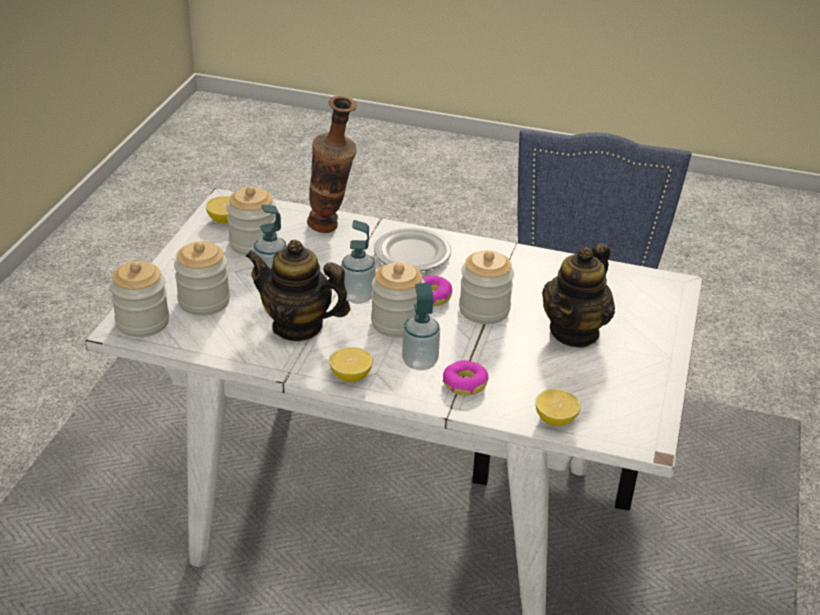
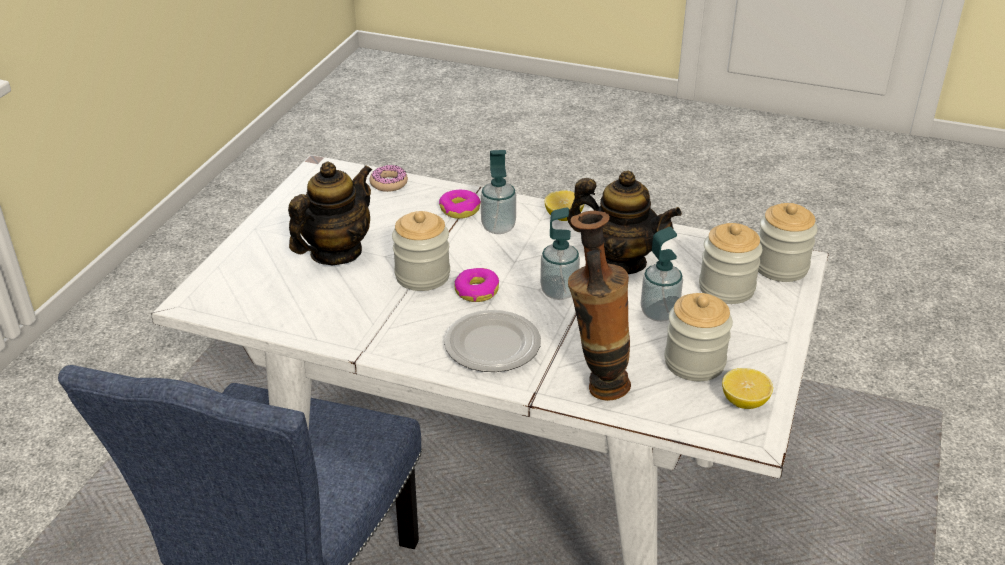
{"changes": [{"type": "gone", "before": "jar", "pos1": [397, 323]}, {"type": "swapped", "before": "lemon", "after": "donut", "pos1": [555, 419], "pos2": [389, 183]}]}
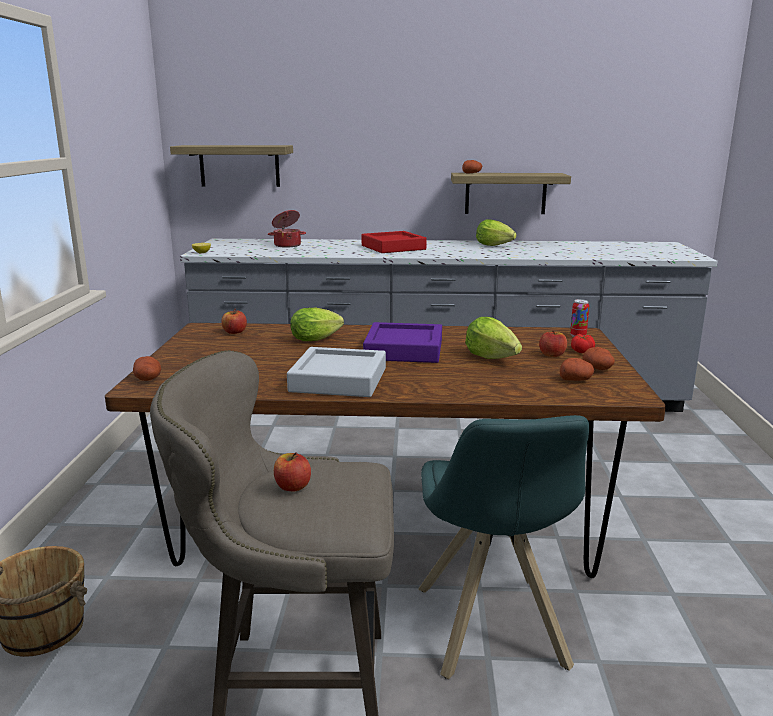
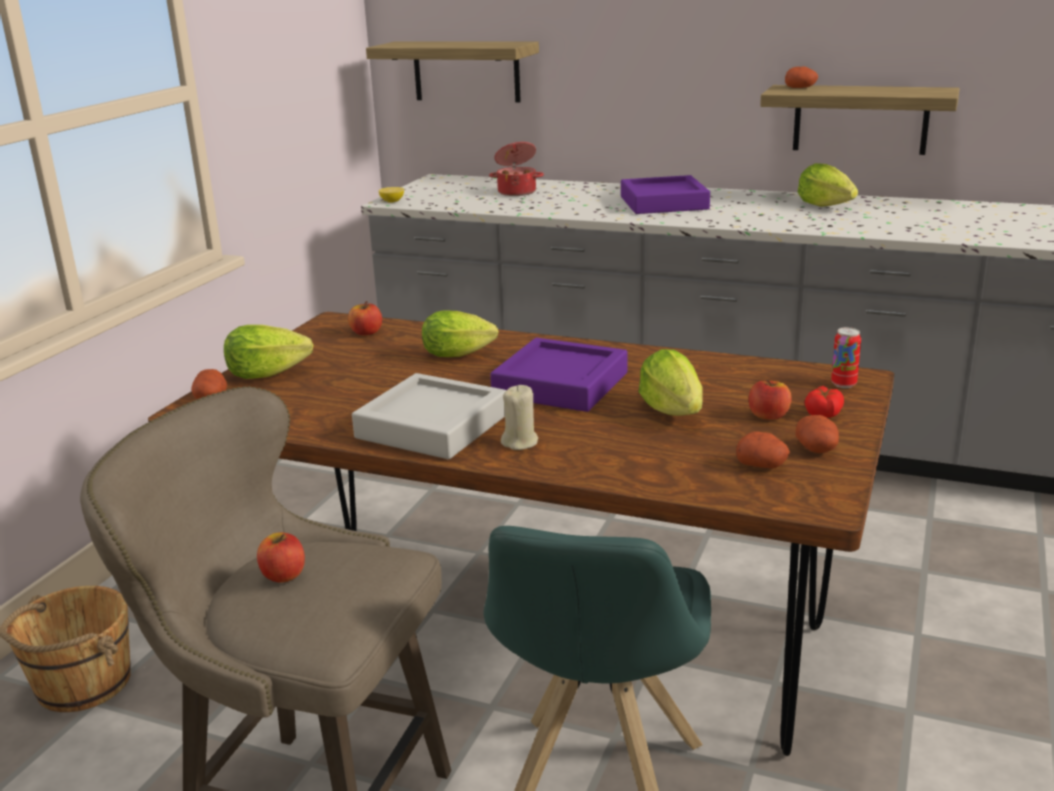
{"changes": [{"type": "repainted", "before": "tray in red", "after": "tray in purple", "pos1": [393, 247], "pos2": [664, 203]}, {"type": "new", "after": "lettuce", "pos2": [266, 374]}, {"type": "new", "after": "candle in beige", "pos2": [520, 442]}]}
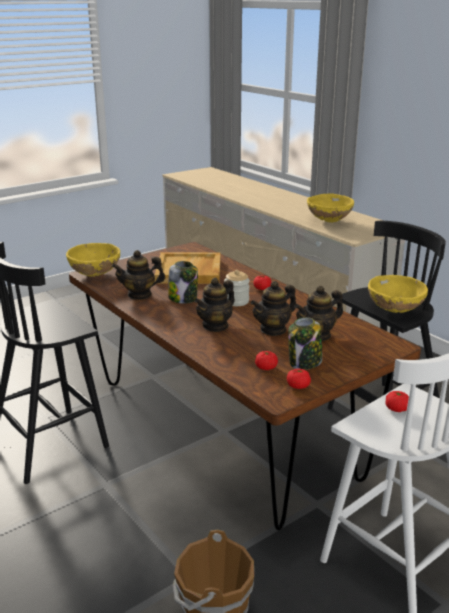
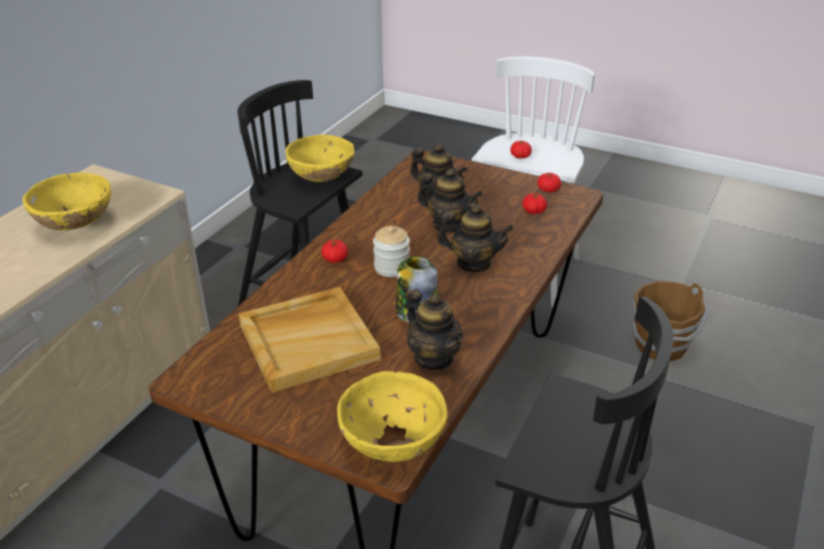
{"changes": [{"type": "gone", "before": "jar", "pos1": [304, 363]}]}
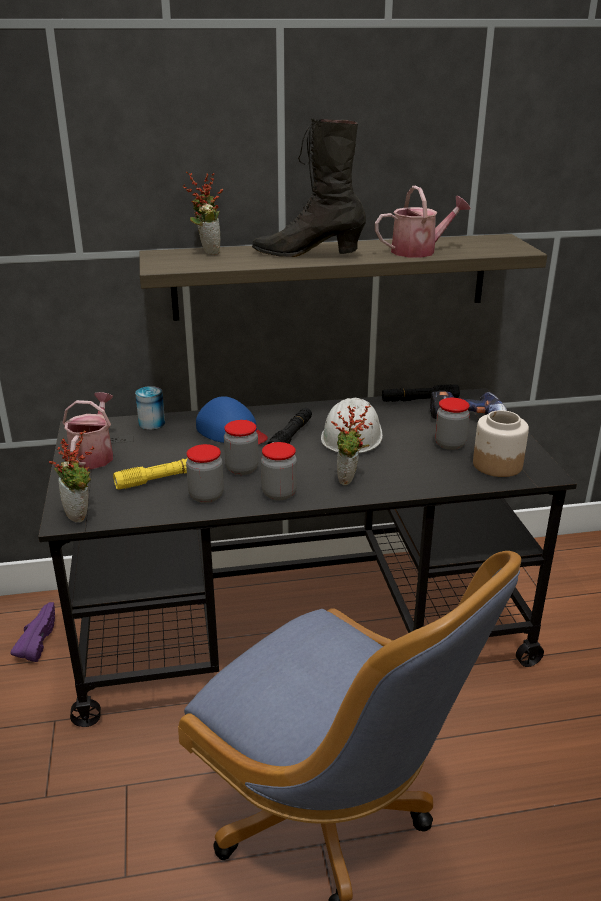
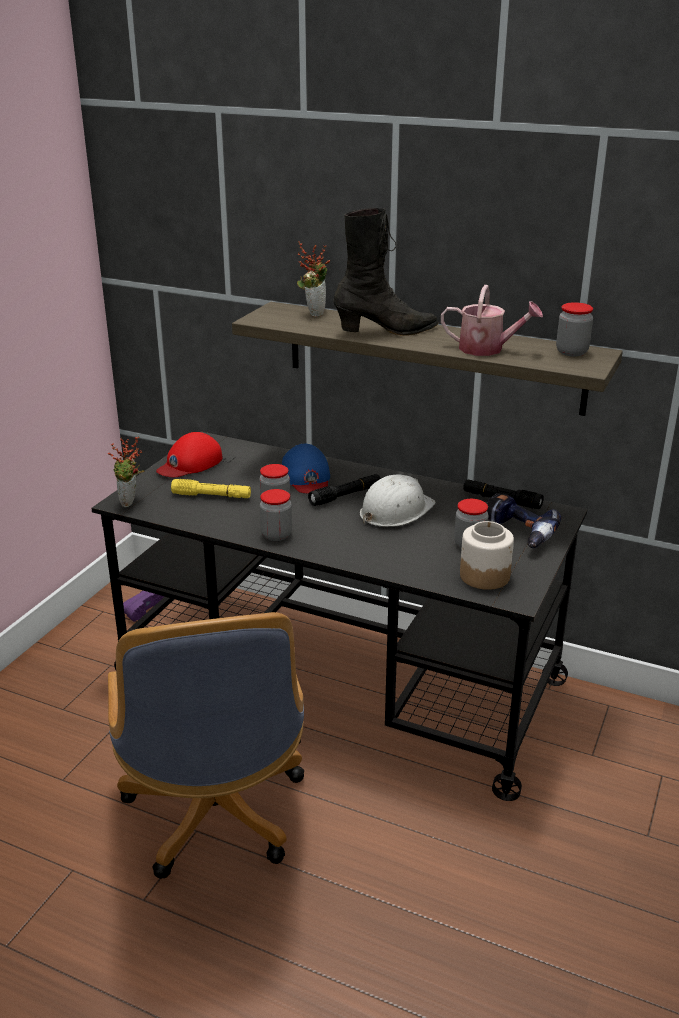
{"changes": [{"type": "swapped", "before": "watering can", "after": "cap in red", "pos1": [94, 455], "pos2": [190, 463]}, {"type": "gone", "before": "can", "pos1": [152, 423]}, {"type": "shifted", "before": "jar", "pos1": [206, 496], "pos2": [571, 352]}, {"type": "rotated", "before": "boot in black", "pos1": [307, 254], "pos2": [386, 332], "turn": 120}, {"type": "gone", "before": "potted plant", "pos1": [349, 480]}]}
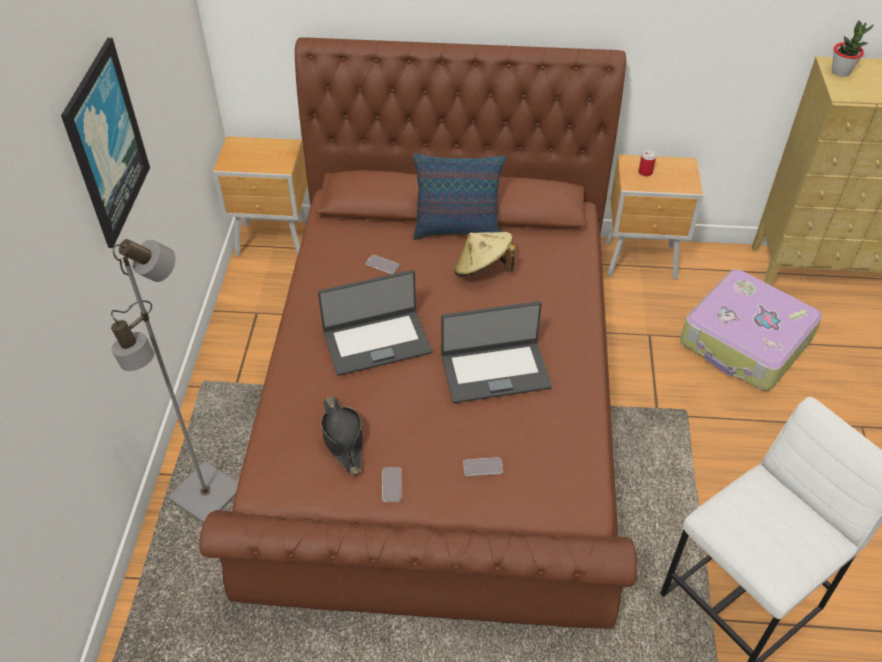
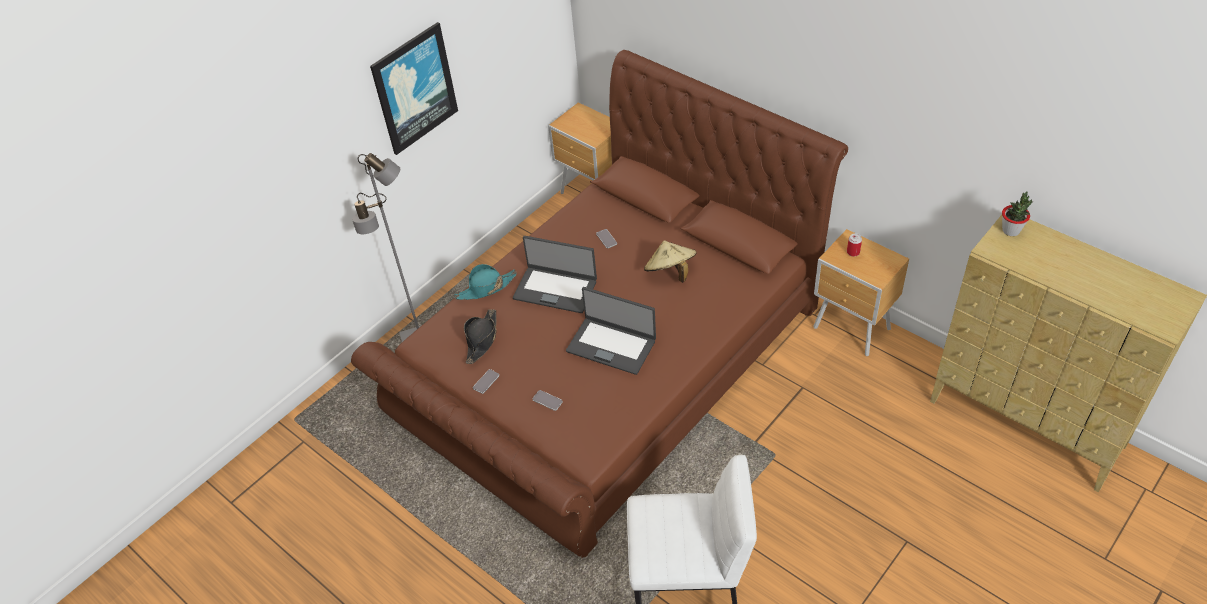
{"changes": [{"type": "gone", "before": "pillow in blue", "pos1": [457, 231]}, {"type": "gone", "before": "suitcase", "pos1": [745, 342]}, {"type": "new", "after": "hat in turquoise", "pos2": [486, 288]}]}
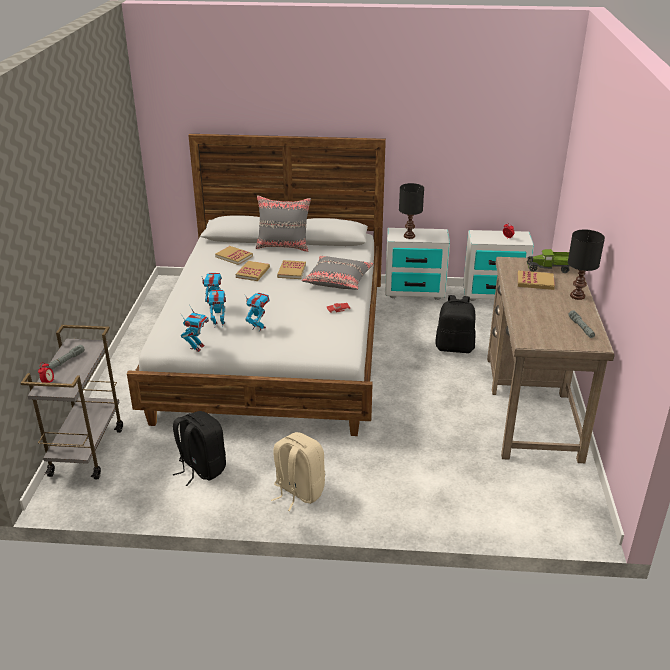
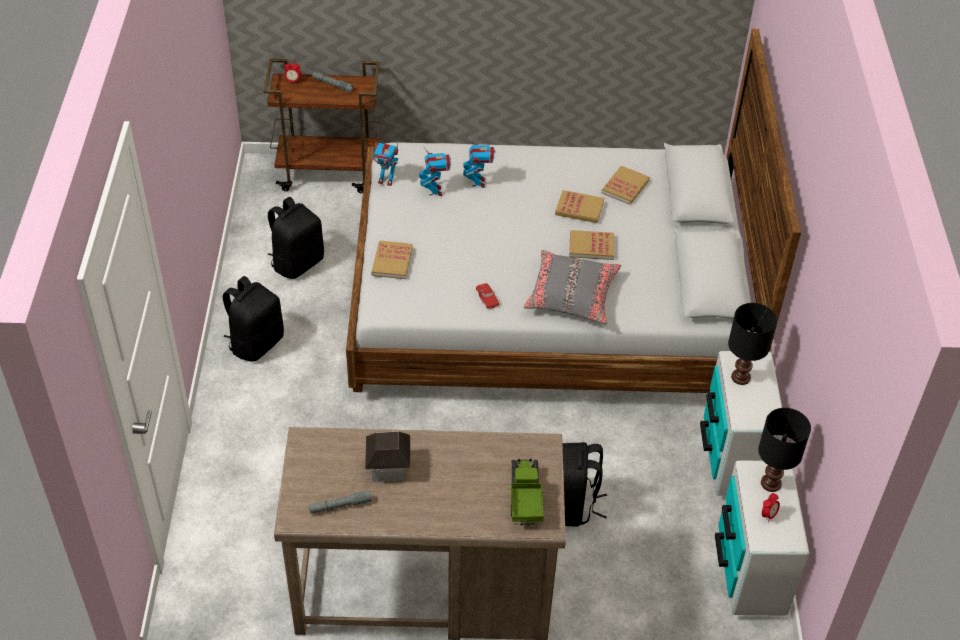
{"changes": [{"type": "repainted", "before": "cart in grey", "after": "cart in brown", "pos1": [88, 450], "pos2": [330, 175]}, {"type": "gone", "before": "toy robot", "pos1": [258, 328]}, {"type": "gone", "before": "pillow in grey", "pos1": [283, 246]}, {"type": "repainted", "before": "backpack in beige", "after": "backpack in black", "pos1": [298, 492], "pos2": [256, 343]}, {"type": "shifted", "before": "book", "pos1": [535, 282], "pos2": [392, 261]}, {"type": "shifted", "before": "table lamp in black", "pos1": [578, 296], "pos2": [770, 484]}, {"type": "new", "after": "toy house", "pos2": [388, 467]}]}
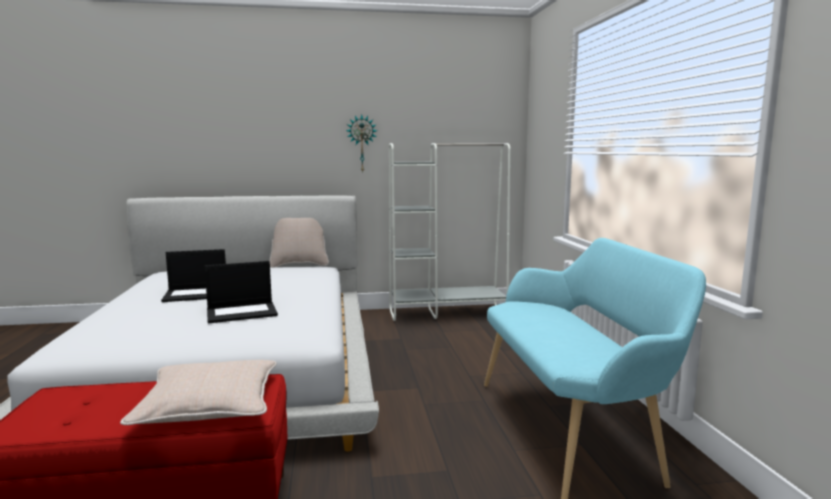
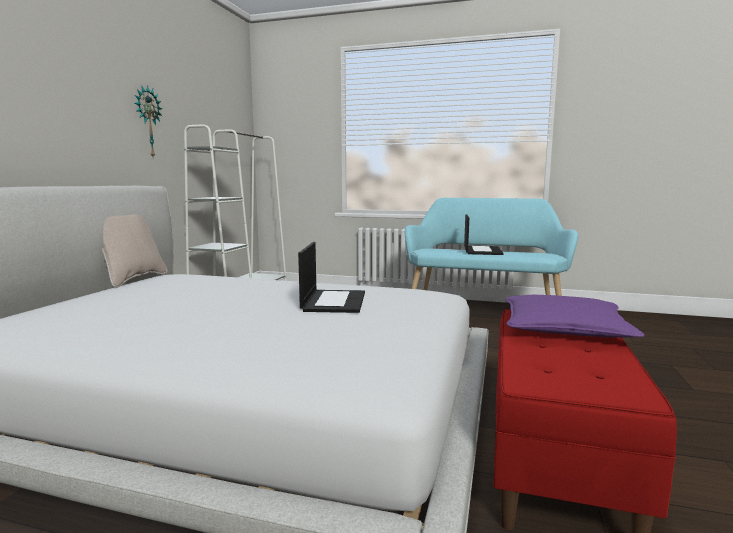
{"changes": [{"type": "repainted", "before": "pillow in beige", "after": "pillow in purple", "pos1": [209, 403], "pos2": [564, 327]}, {"type": "shifted", "before": "laptop", "pos1": [197, 294], "pos2": [481, 250]}]}
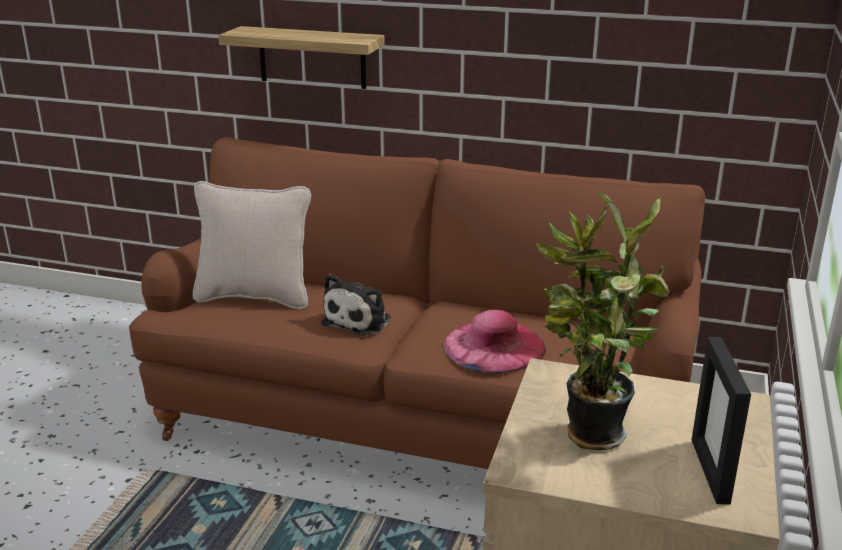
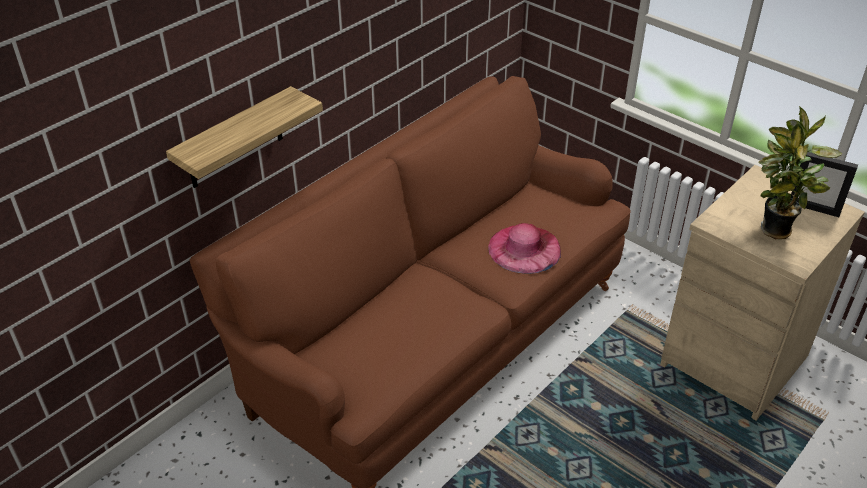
{"changes": [{"type": "gone", "before": "pillow in beige", "pos1": [255, 296]}, {"type": "gone", "before": "plush toy", "pos1": [359, 320]}]}
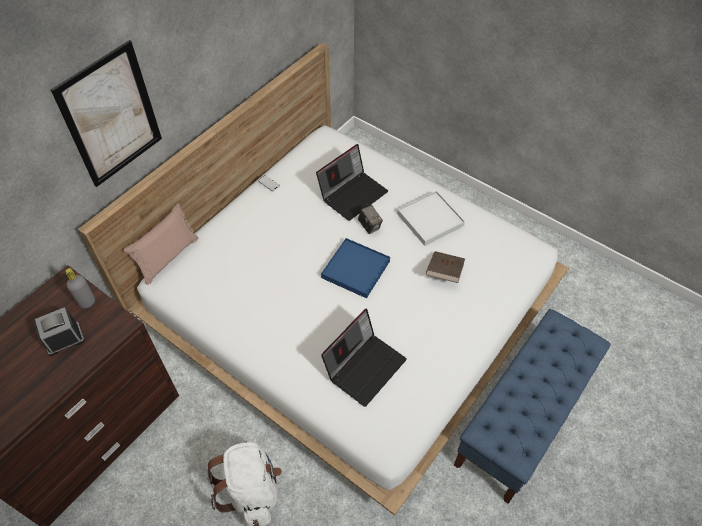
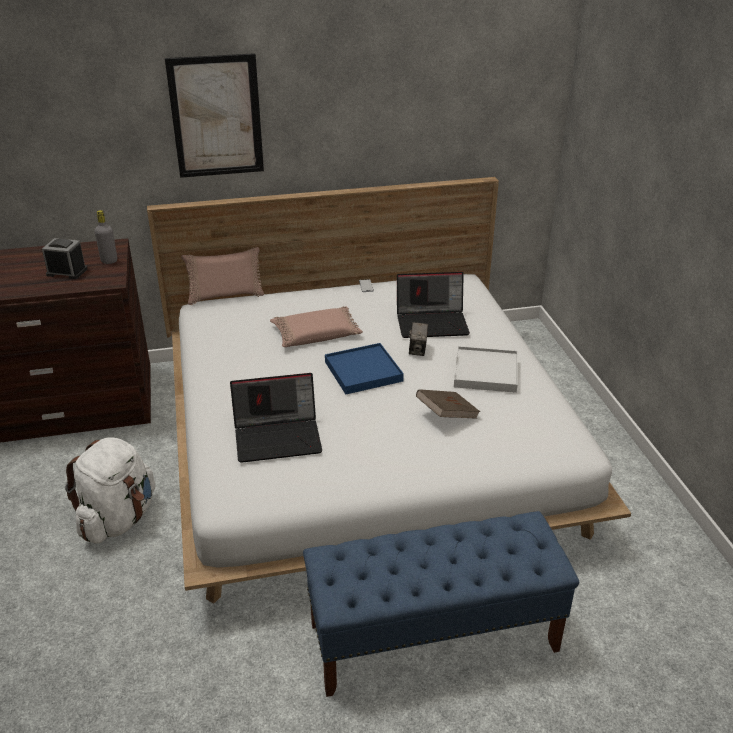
{"changes": [{"type": "new", "after": "pillow in beige", "pos2": [316, 332]}]}
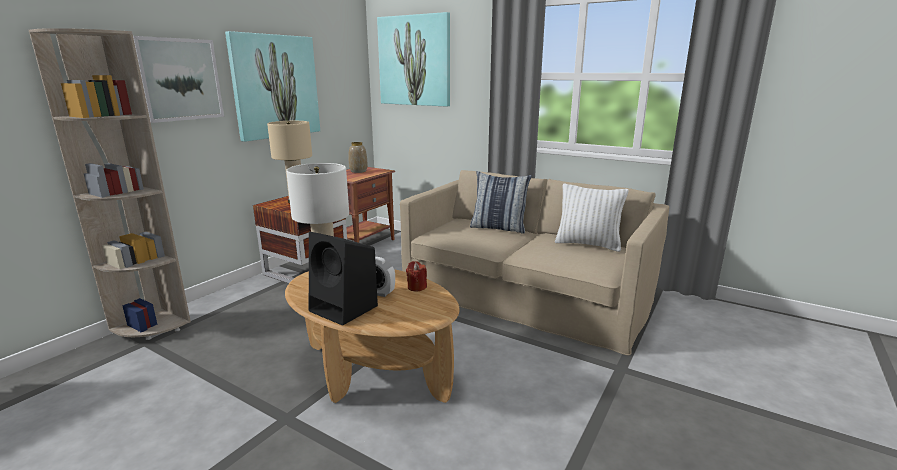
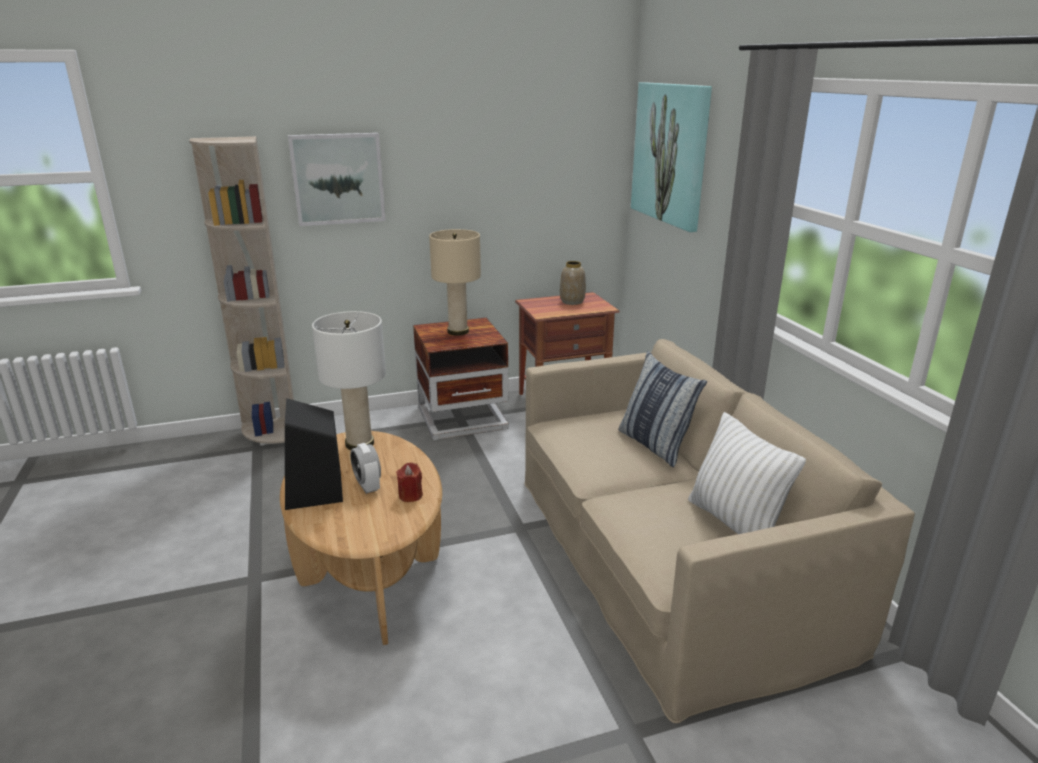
{"changes": [{"type": "gone", "before": "picture", "pos1": [275, 86]}]}
